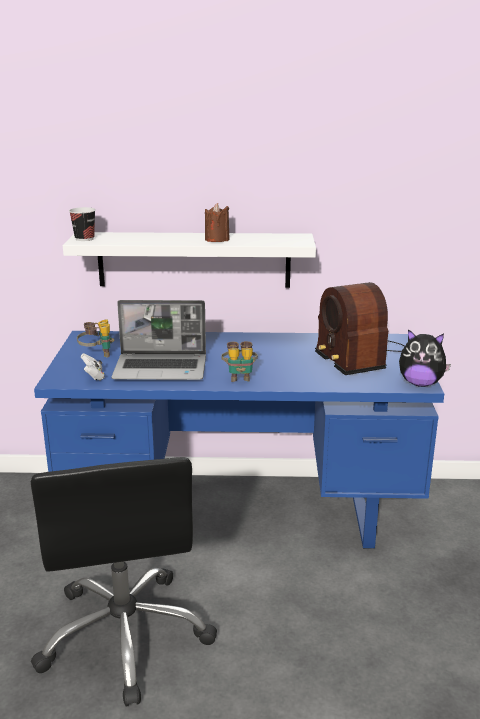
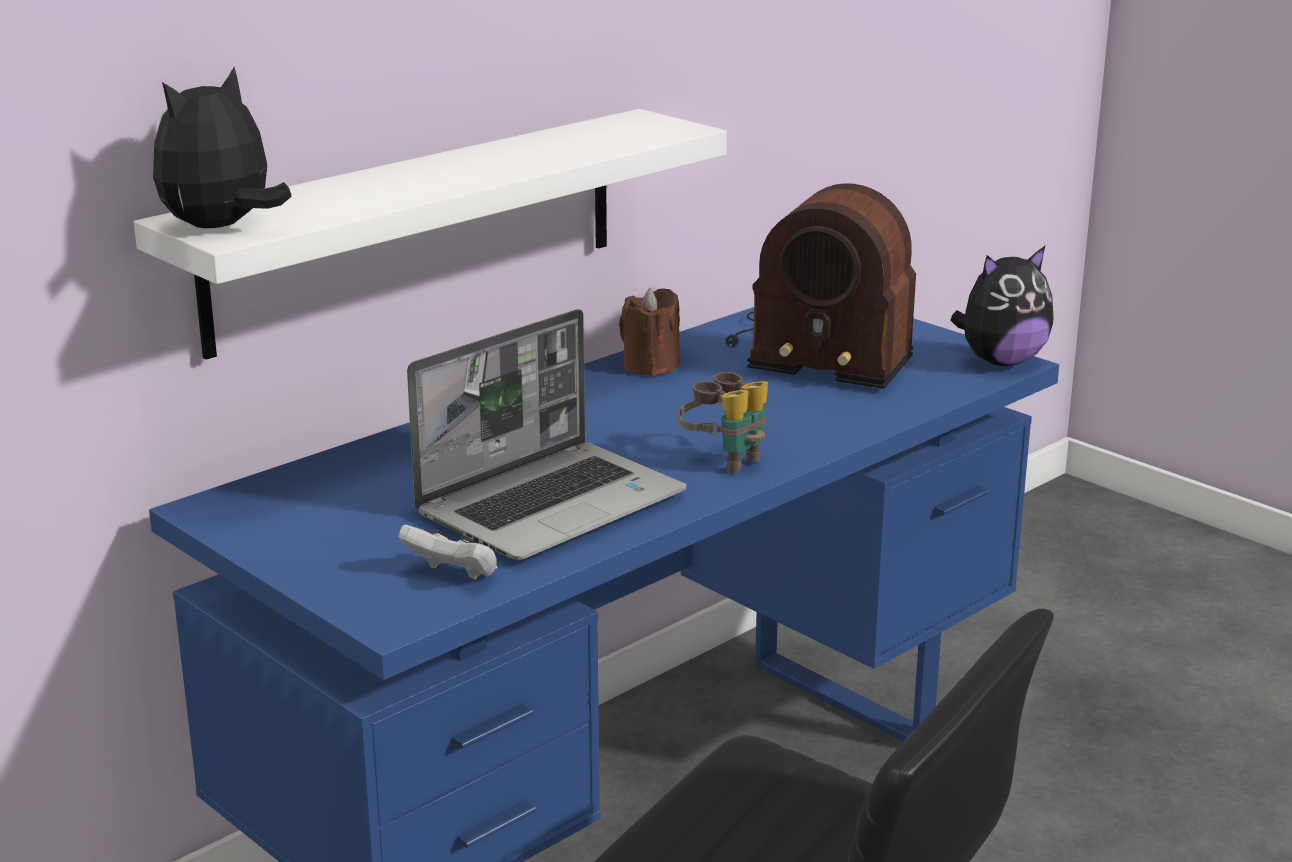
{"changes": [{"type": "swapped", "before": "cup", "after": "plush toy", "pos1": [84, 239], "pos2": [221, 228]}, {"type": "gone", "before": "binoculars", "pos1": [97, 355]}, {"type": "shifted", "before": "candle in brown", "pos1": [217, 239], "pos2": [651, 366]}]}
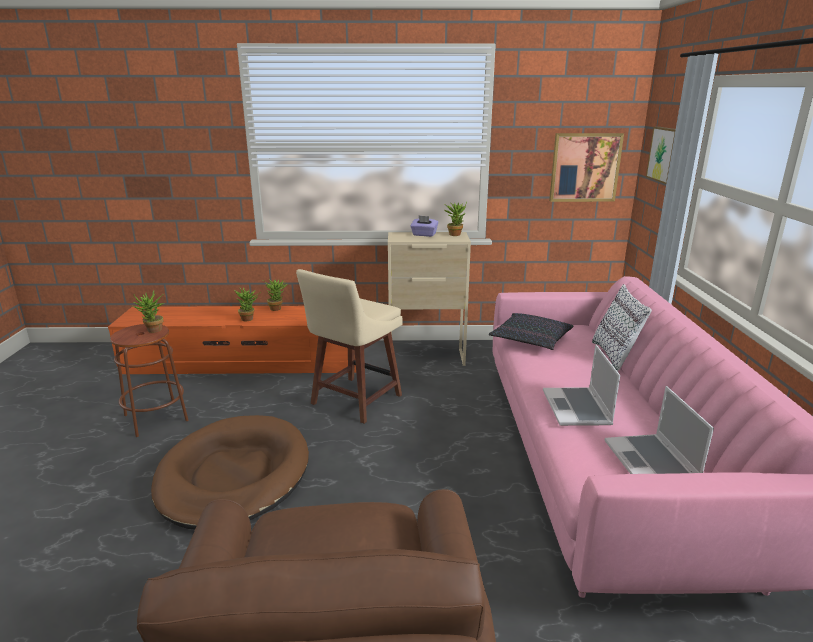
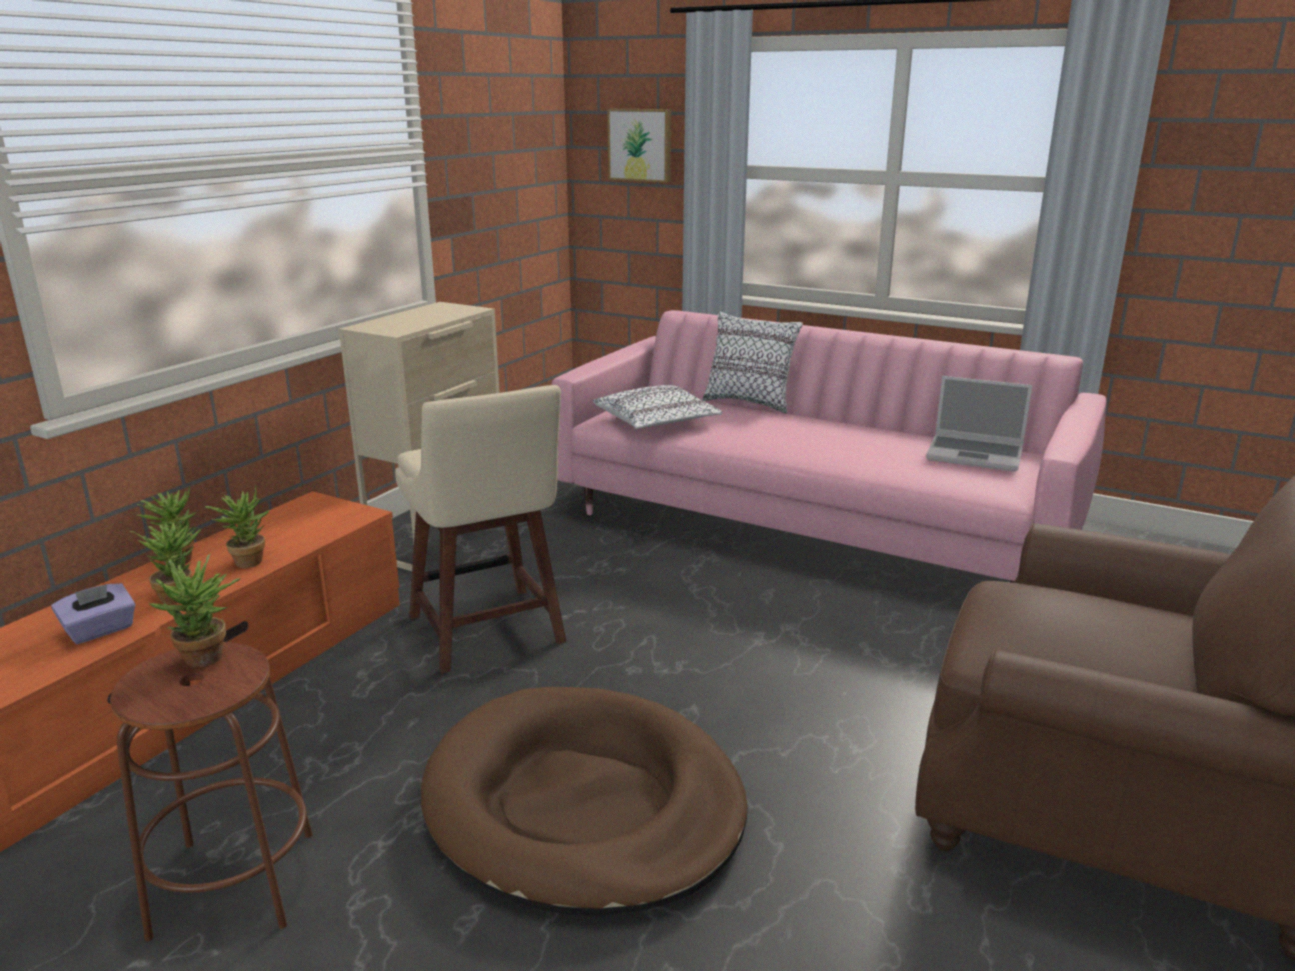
{"changes": [{"type": "shifted", "before": "tissue box in purple", "pos1": [424, 235], "pos2": [100, 630]}, {"type": "shifted", "before": "potted plant", "pos1": [455, 234], "pos2": [247, 560]}, {"type": "repainted", "before": "pillow in black", "after": "pillow in white", "pos1": [530, 340], "pos2": [656, 421]}, {"type": "gone", "before": "laptop", "pos1": [577, 408]}, {"type": "gone", "before": "picture", "pos1": [585, 167]}]}
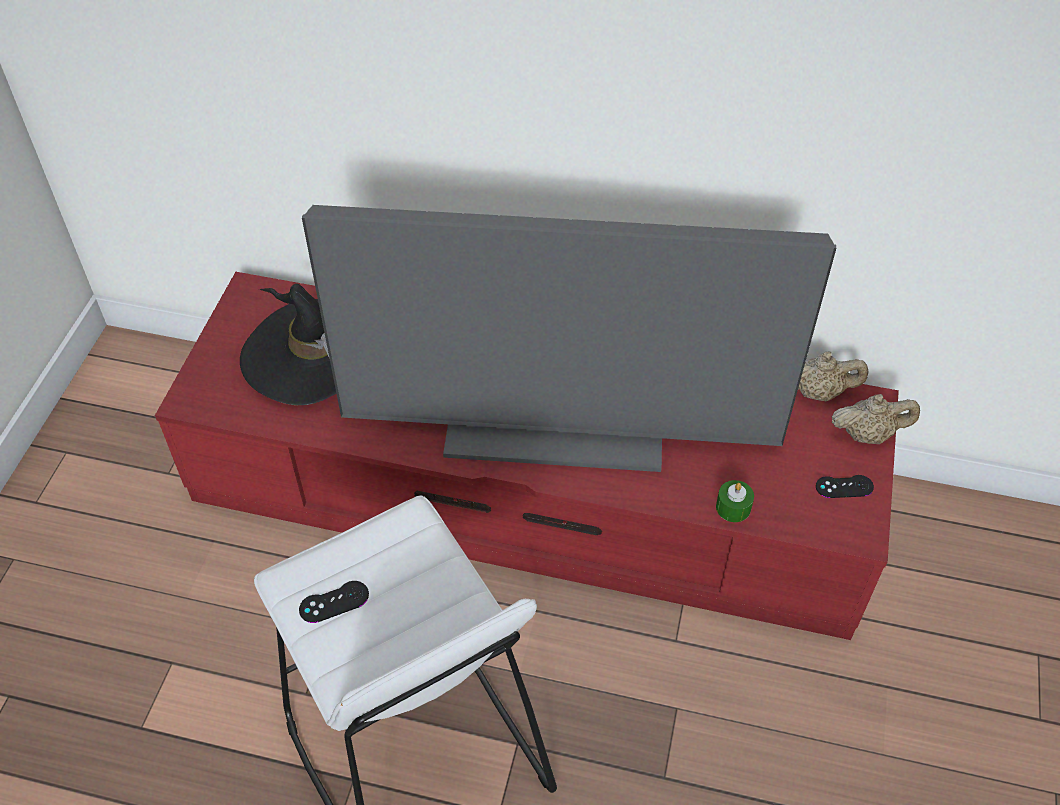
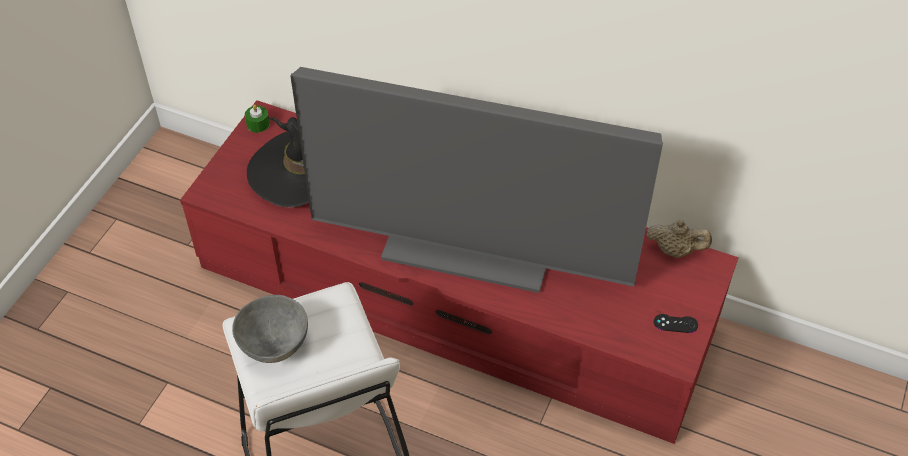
{"changes": [{"type": "swapped", "before": "game controller in black", "after": "bowl in grey", "pos1": [334, 602], "pos2": [273, 345]}, {"type": "shifted", "before": "candle in green", "pos1": [733, 507], "pos2": [258, 124]}, {"type": "gone", "before": "teapot in beige", "pos1": [868, 434]}]}
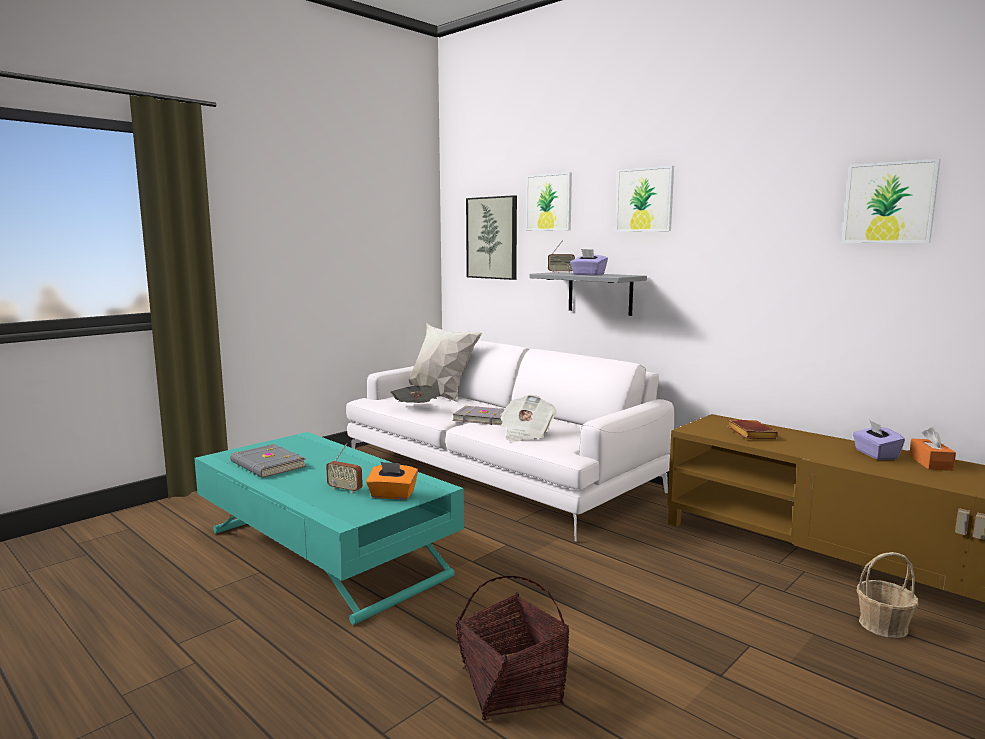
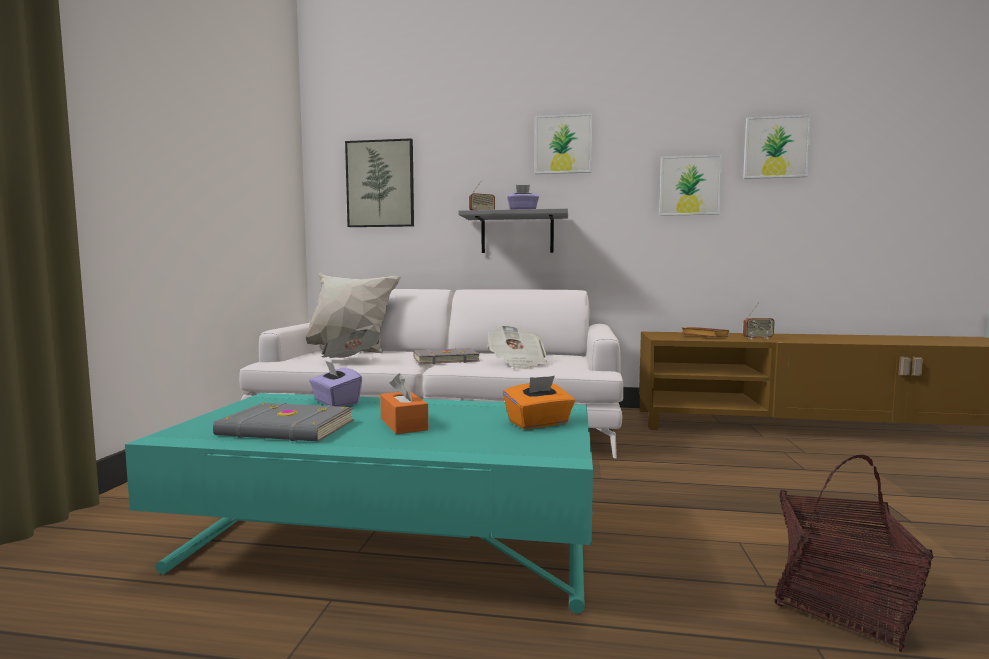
{"changes": [{"type": "shifted", "before": "radio", "pos1": [345, 489], "pos2": [757, 339]}, {"type": "shifted", "before": "picture", "pos1": [549, 202], "pos2": [689, 185]}, {"type": "shifted", "before": "tissue box in purple", "pos1": [875, 454], "pos2": [335, 402]}, {"type": "gone", "before": "basket", "pos1": [883, 625]}, {"type": "shifted", "before": "tissue box in orange", "pos1": [930, 463], "pos2": [403, 424]}]}
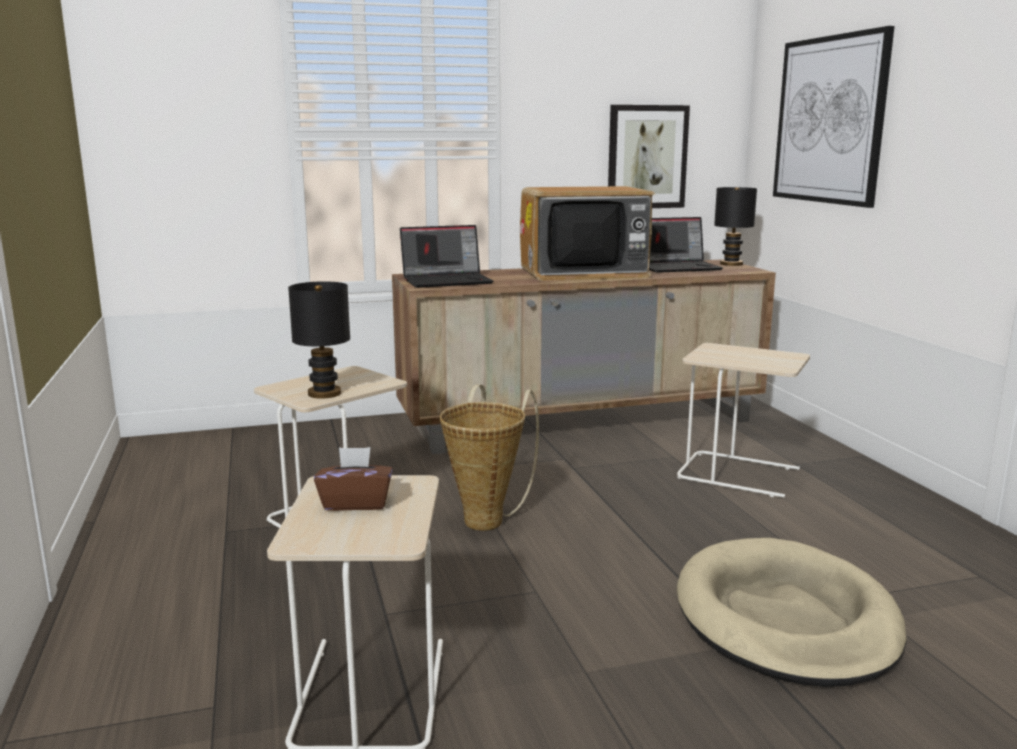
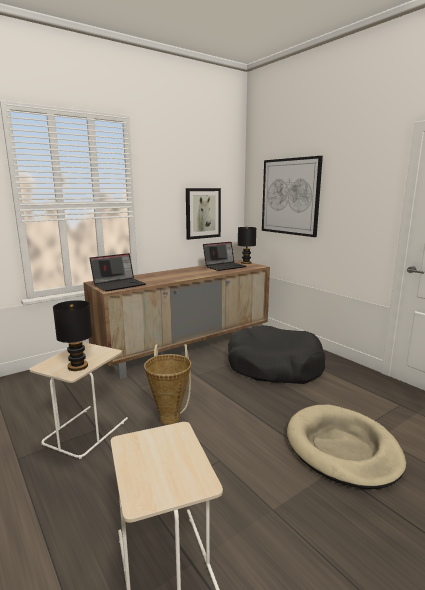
{"changes": [{"type": "gone", "before": "tissue box in brown", "pos1": [356, 503]}, {"type": "gone", "before": "television", "pos1": [583, 273]}, {"type": "swapped", "before": "side table in beige", "after": "dog bed in black", "pos1": [739, 474], "pos2": [274, 366]}]}
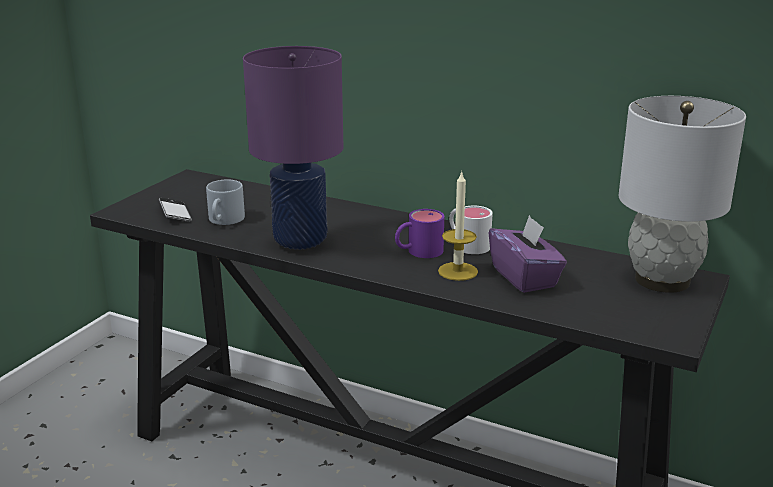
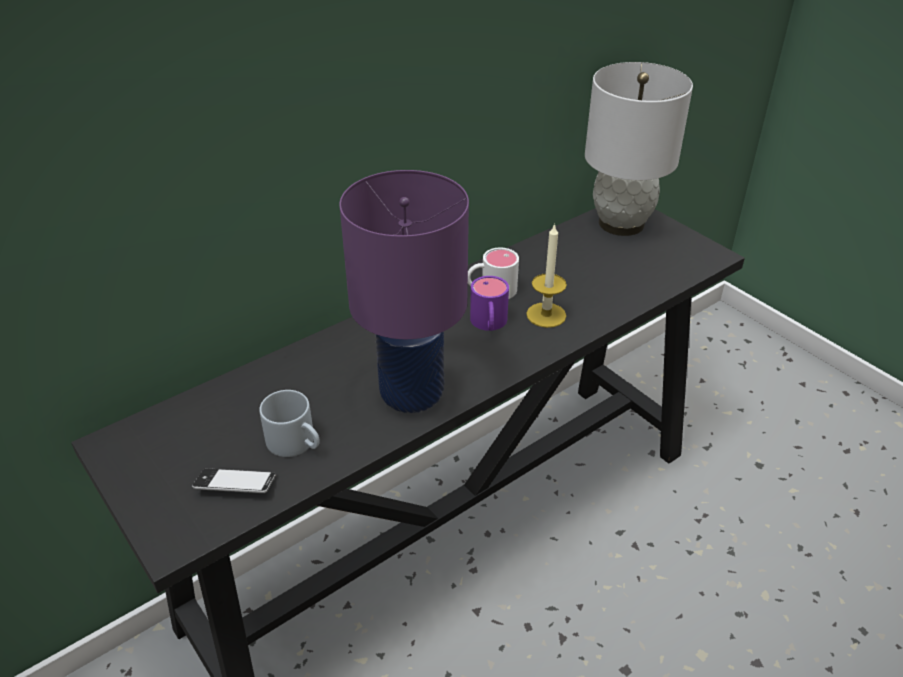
{"changes": [{"type": "gone", "before": "tissue box in purple", "pos1": [525, 277]}]}
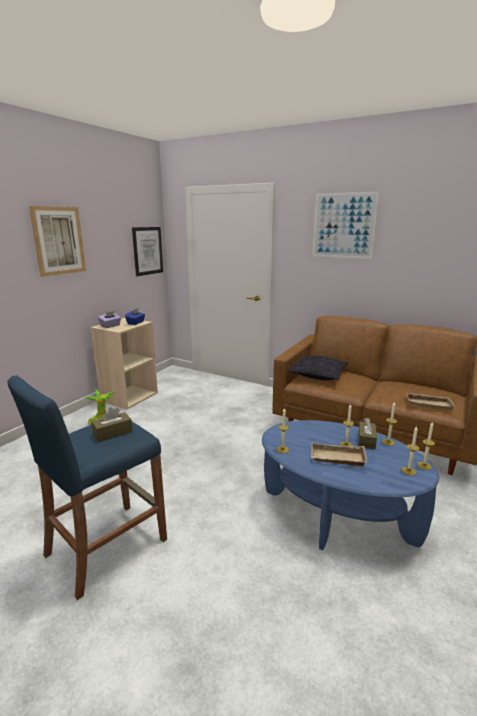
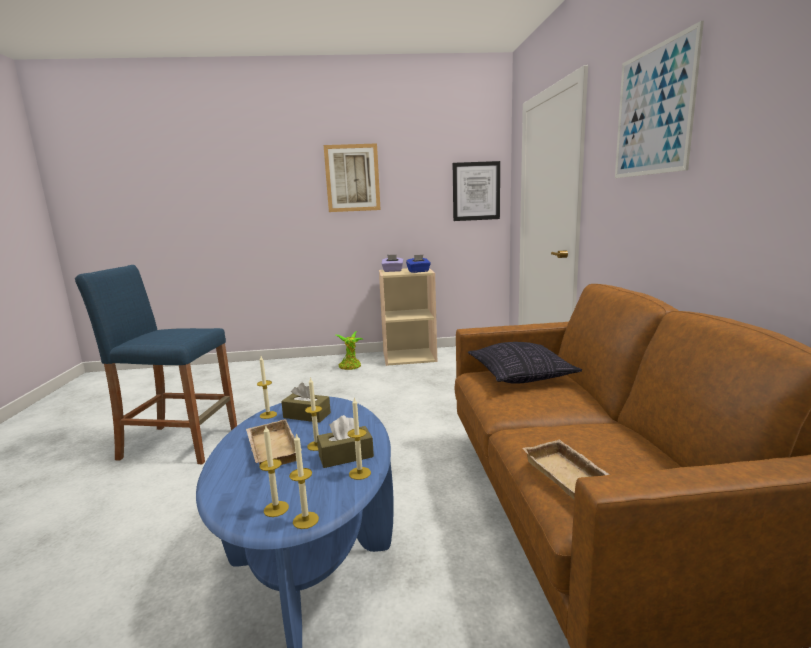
{"changes": [{"type": "shifted", "before": "tissue box in brown", "pos1": [112, 433], "pos2": [307, 415]}]}
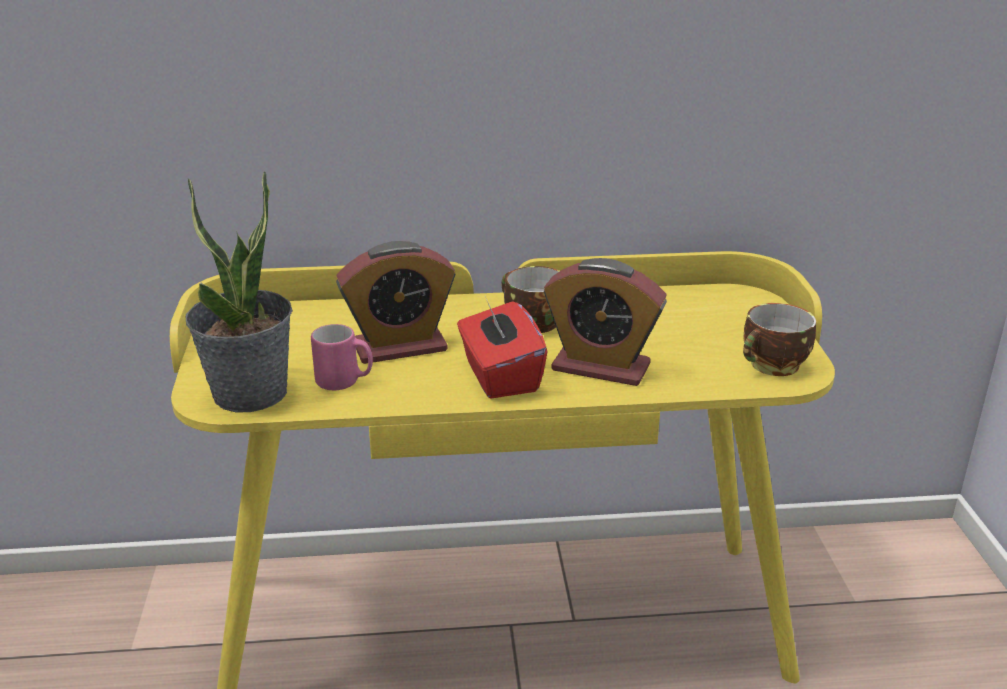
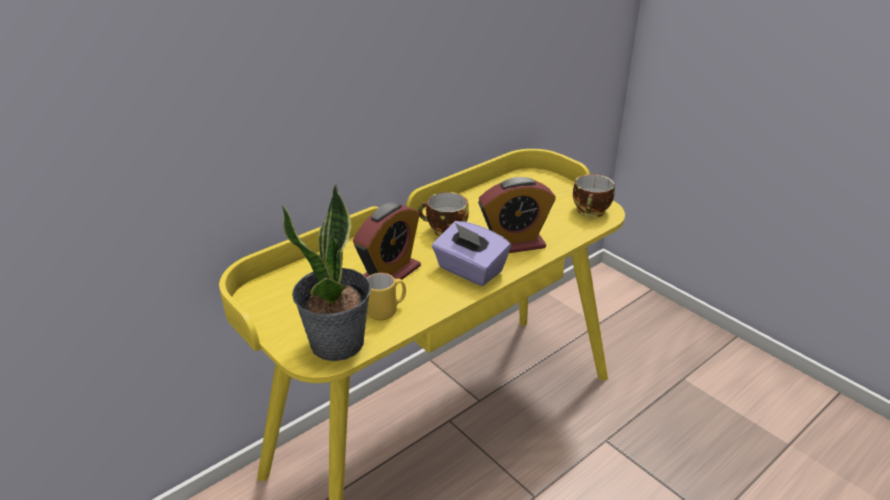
{"changes": [{"type": "repainted", "before": "mug in pink", "after": "mug in yellow", "pos1": [345, 382], "pos2": [387, 310]}, {"type": "repainted", "before": "tissue box in red", "after": "tissue box in purple", "pos1": [500, 376], "pos2": [469, 270]}]}
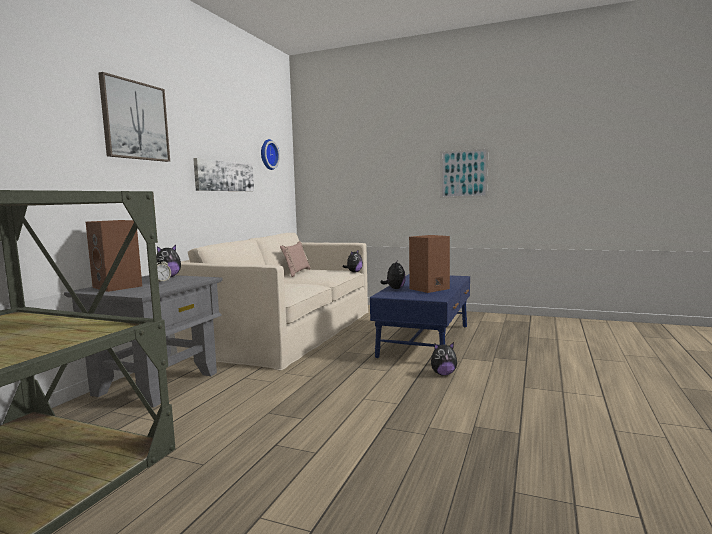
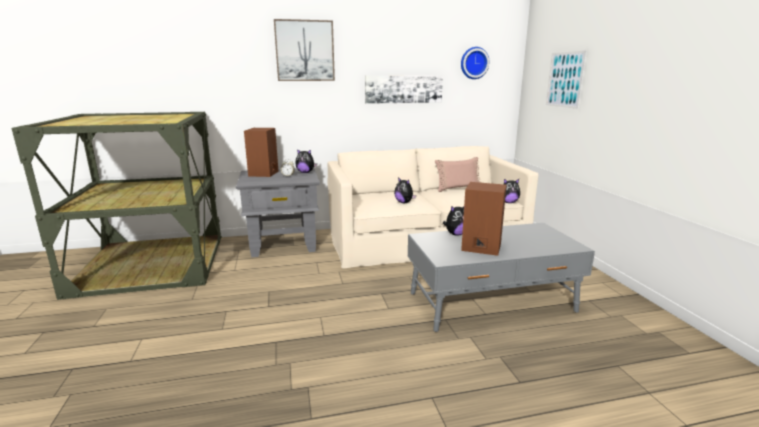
{"changes": [{"type": "repainted", "before": "coffee table in blue", "after": "coffee table in grey", "pos1": [425, 340], "pos2": [492, 302]}, {"type": "shifted", "before": "plush toy", "pos1": [443, 374], "pos2": [404, 202]}, {"type": "shifted", "before": "picture", "pos1": [463, 174], "pos2": [565, 79]}]}
